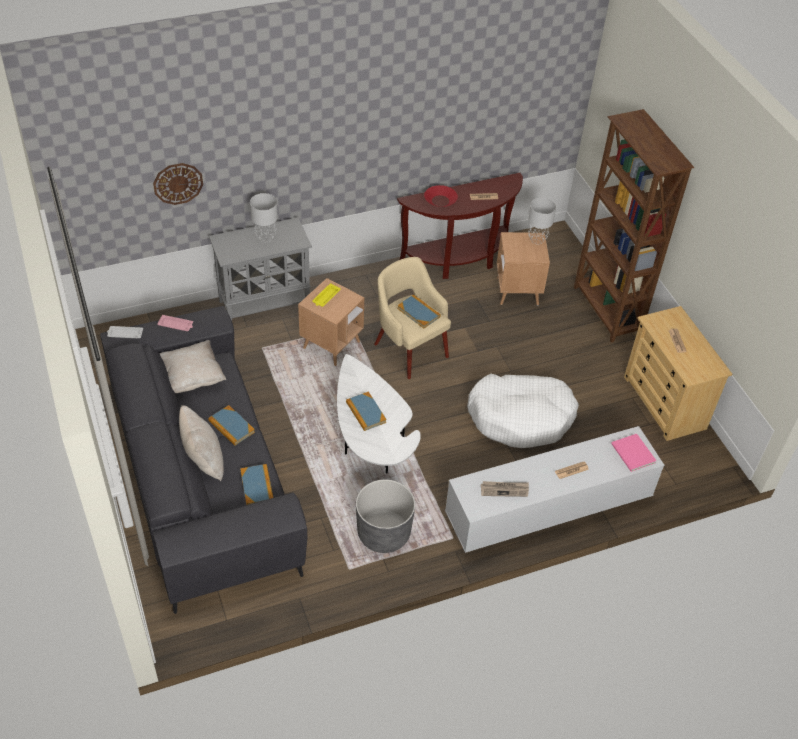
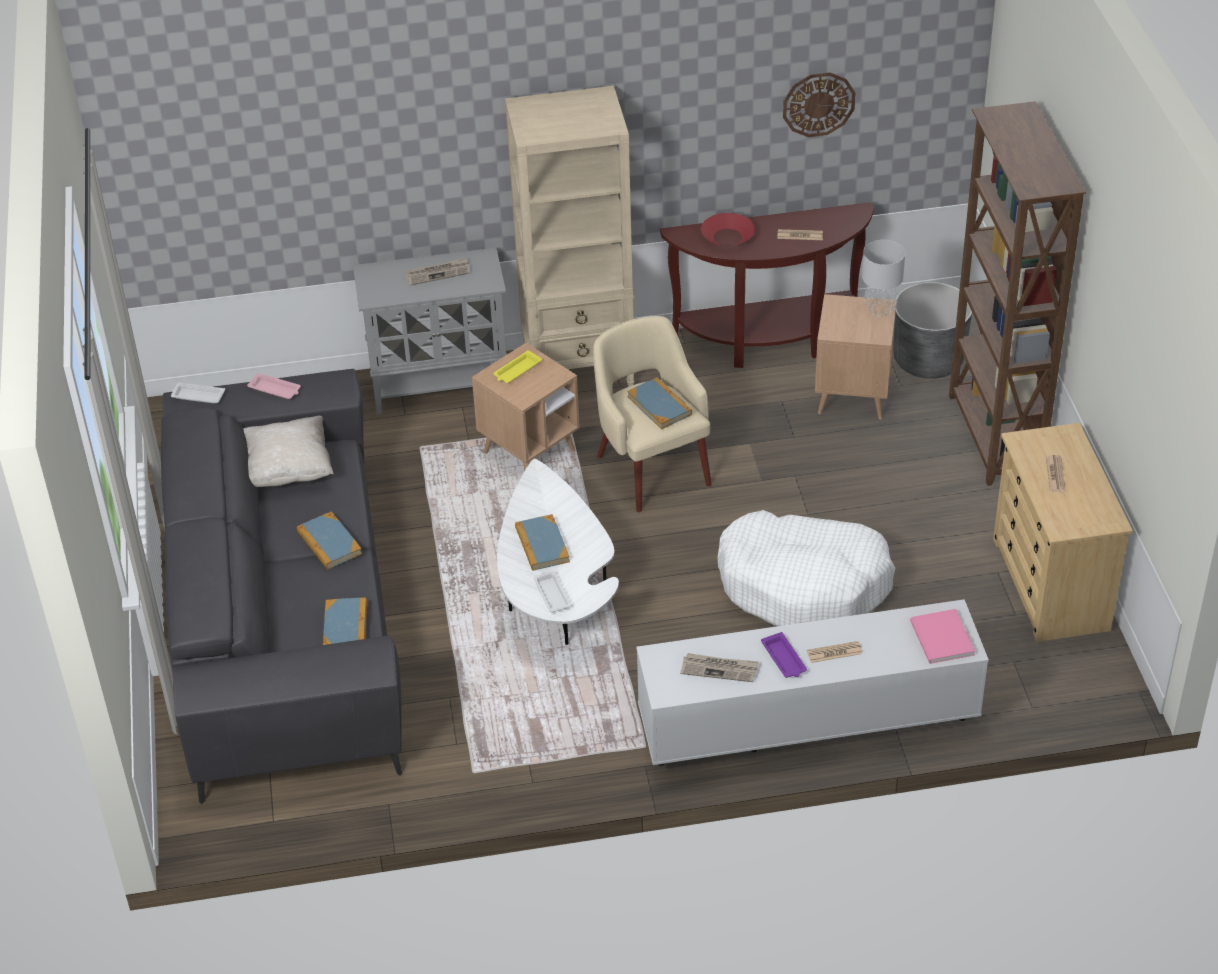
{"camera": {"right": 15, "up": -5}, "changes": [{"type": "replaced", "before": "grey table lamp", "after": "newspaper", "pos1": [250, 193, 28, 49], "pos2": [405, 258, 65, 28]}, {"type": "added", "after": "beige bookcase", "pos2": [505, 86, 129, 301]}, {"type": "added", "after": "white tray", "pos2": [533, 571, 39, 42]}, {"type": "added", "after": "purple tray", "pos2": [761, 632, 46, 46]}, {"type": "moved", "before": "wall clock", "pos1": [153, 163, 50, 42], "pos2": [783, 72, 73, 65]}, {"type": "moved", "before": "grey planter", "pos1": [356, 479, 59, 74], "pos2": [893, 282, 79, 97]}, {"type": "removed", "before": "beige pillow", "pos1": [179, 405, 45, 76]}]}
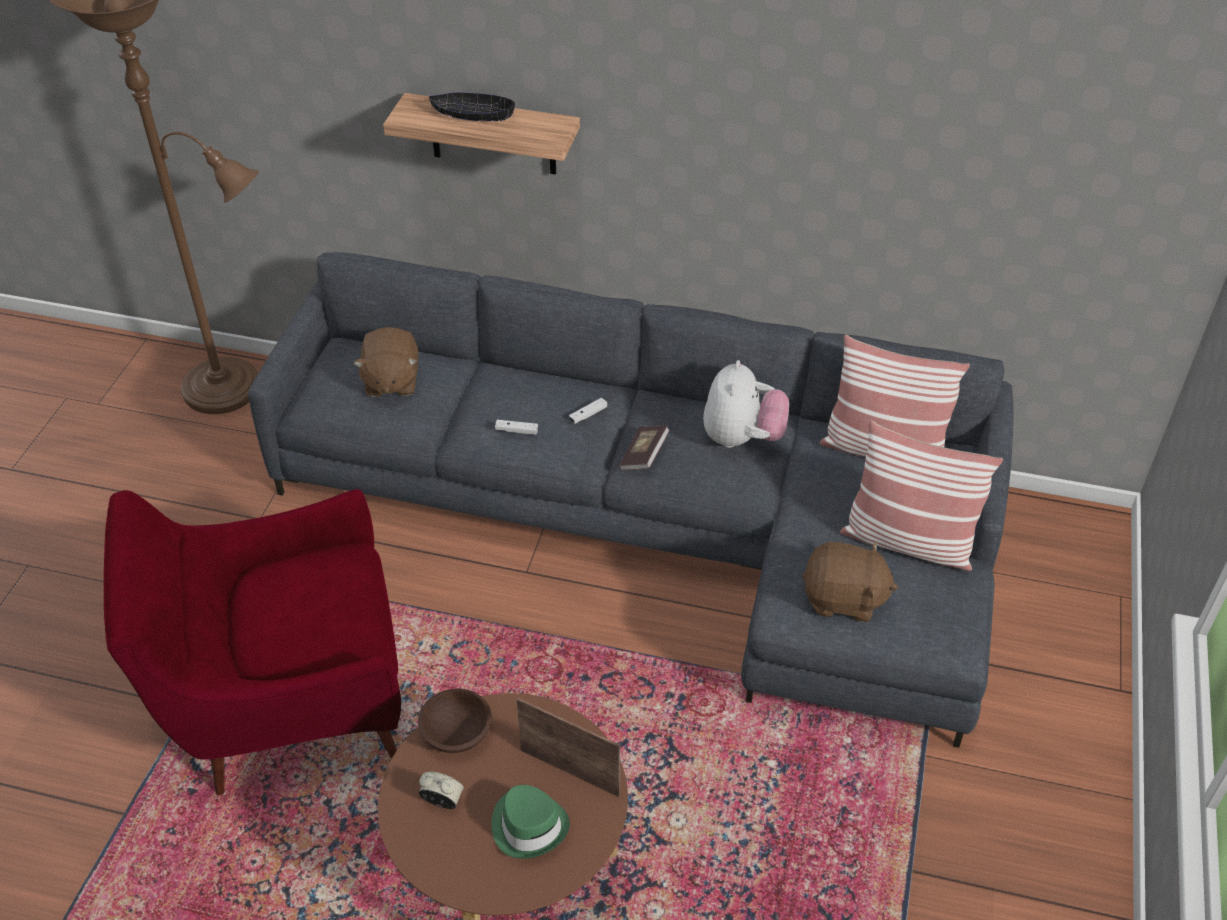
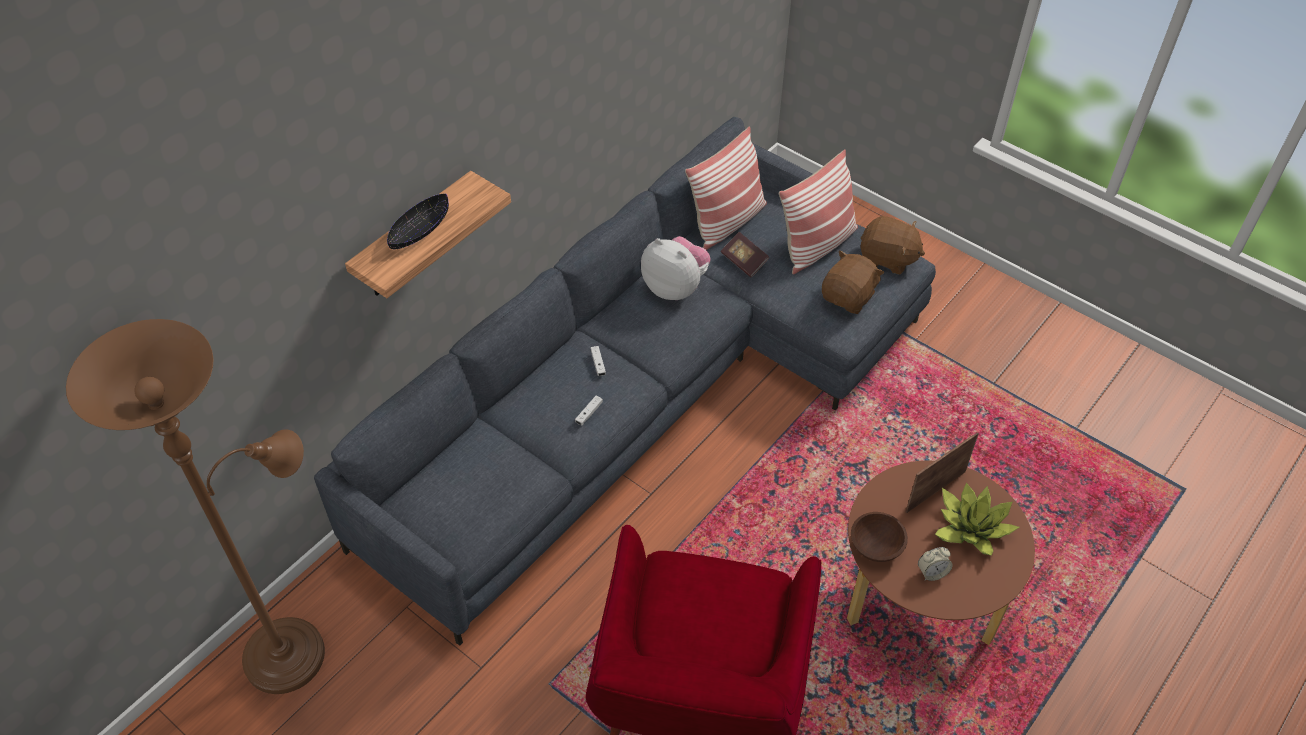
{"camera": {"right": -65, "up": 5}, "changes": [{"type": "moved", "before": "book", "pos1": [619, 425, 51, 46], "pos2": [721, 232, 48, 46]}, {"type": "moved", "before": "brown plush toy", "pos1": [353, 327, 65, 70], "pos2": [860, 216, 65, 59]}, {"type": "turned", "before": "alarm clock", "pos1": [419, 772, 45, 37], "pos2": [918, 547, 35, 34], "turn": -150}, {"type": "replaced", "before": "green hat", "after": "potted plant", "pos1": [491, 785, 79, 74], "pos2": [935, 483, 84, 73]}]}
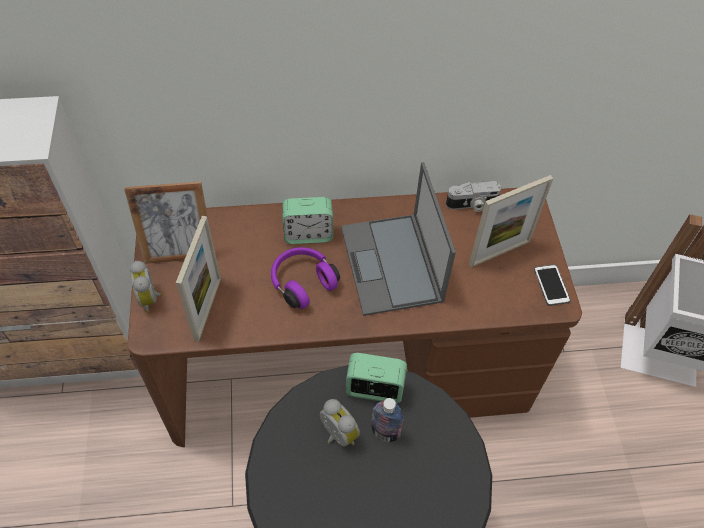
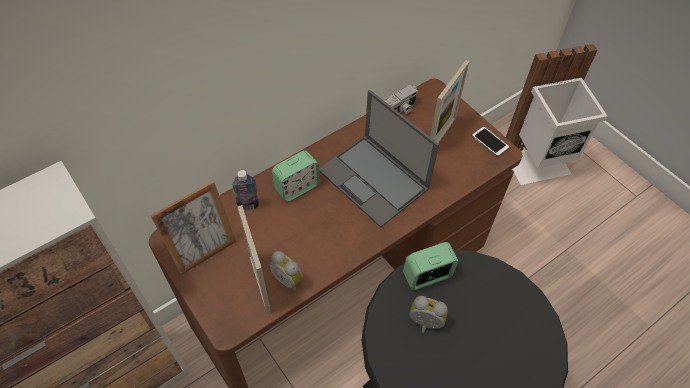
{"camera": {"right": -30, "up": 0}, "changes": [{"type": "moved", "before": "bottle", "pos1": [371, 398, 33, 44], "pos2": [232, 170, 28, 40]}, {"type": "moved", "before": "alarm clock", "pos1": [130, 261, 31, 52], "pos2": [269, 251, 34, 41]}, {"type": "removed", "before": "purple headphones", "pos1": [271, 247, 69, 62]}]}
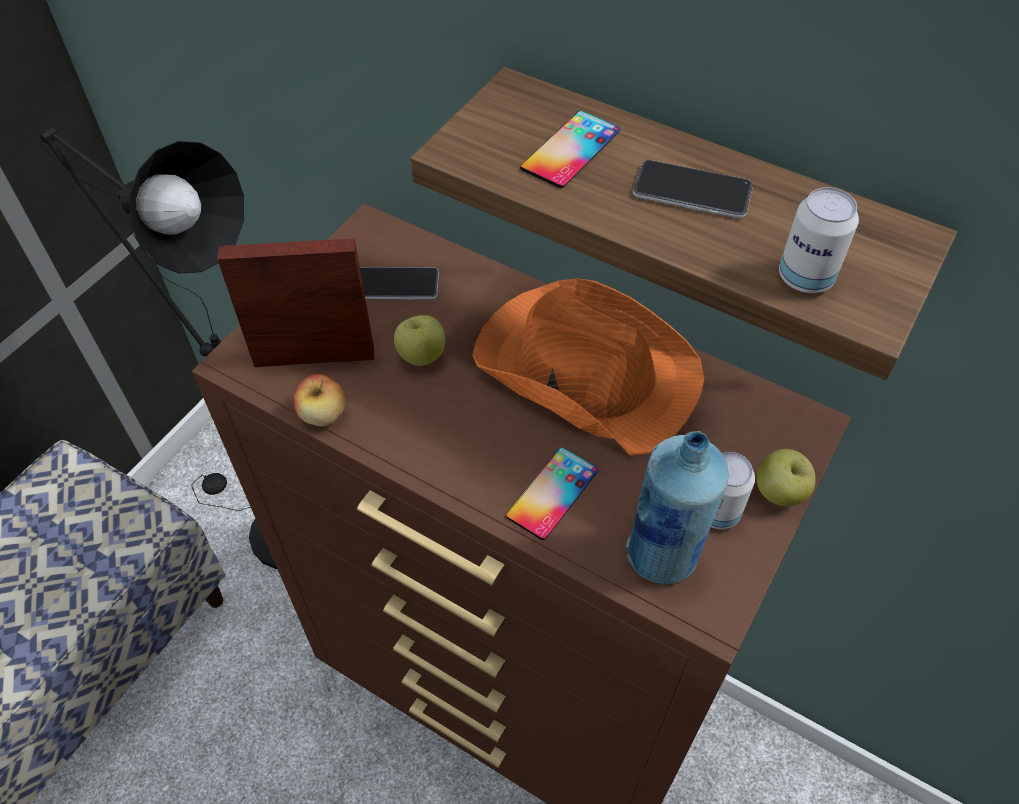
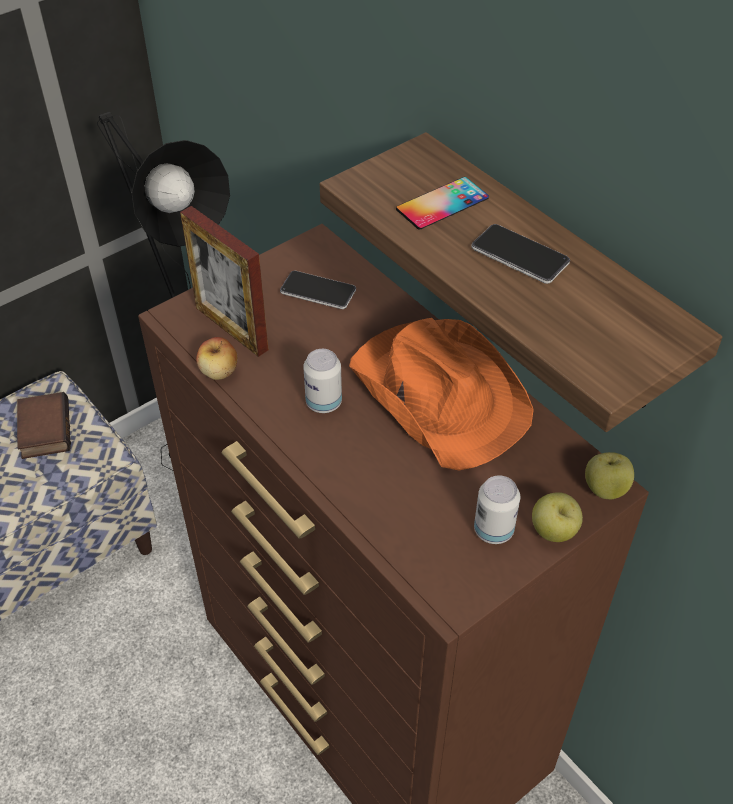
{"camera": {"right": 20, "up": -5}, "changes": [{"type": "added", "after": "book", "pos2": [17, 392, 54, 67]}, {"type": "turned", "before": "picture frame", "pos1": [217, 238, 157, 129], "pos2": [180, 206, 89, 151], "turn": -150}, {"type": "moved", "before": "can", "pos1": [779, 187, 80, 106], "pos2": [303, 349, 39, 64]}, {"type": "moved", "before": "apple", "pos1": [394, 315, 51, 51], "pos2": [585, 452, 49, 47]}, {"type": "removed", "before": "phone", "pos1": [506, 447, 92, 93]}, {"type": "removed", "before": "blue bottle", "pos1": [626, 431, 103, 153]}]}
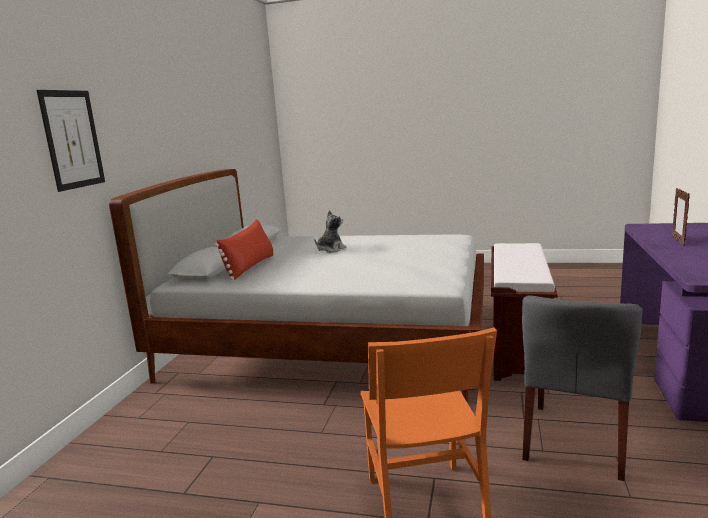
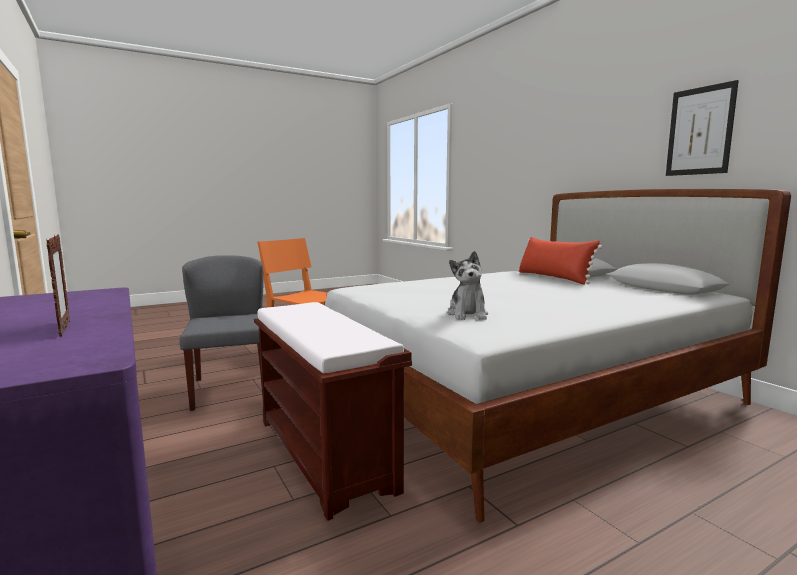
{"camera": {"right": 135, "up": -5}, "changes": [{"type": "moved", "before": "plush toy", "pos1": [314, 210, 32, 43], "pos2": [448, 251, 40, 69]}, {"type": "moved", "before": "picture", "pos1": [37, 90, 68, 102], "pos2": [666, 80, 73, 96]}]}
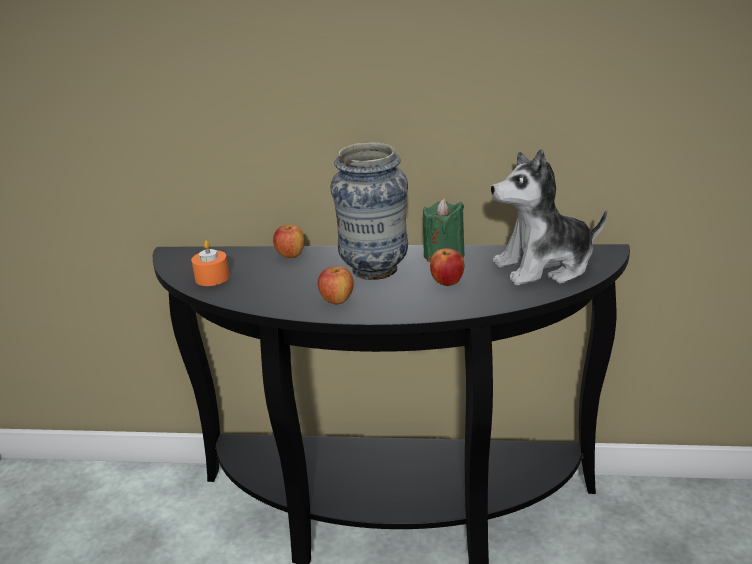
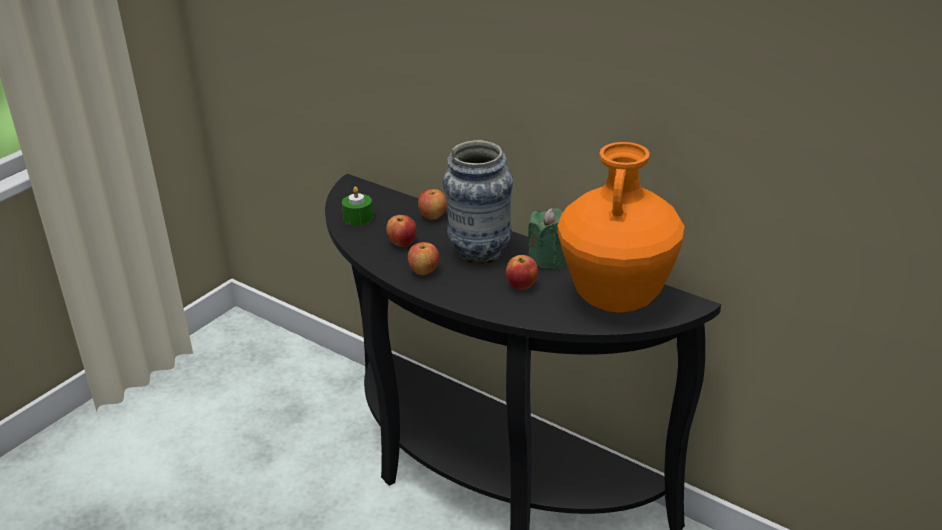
{"camera": {"right": 30, "up": 5}, "changes": [{"type": "recoloured", "before": "orange candle", "after": "green candle", "pos1": [191, 241, 39, 45], "pos2": [342, 187, 31, 39]}, {"type": "added", "after": "apple", "pos2": [386, 215, 30, 32]}, {"type": "replaced", "before": "plush toy", "after": "orange vase", "pos1": [491, 149, 116, 136], "pos2": [557, 142, 128, 171]}]}
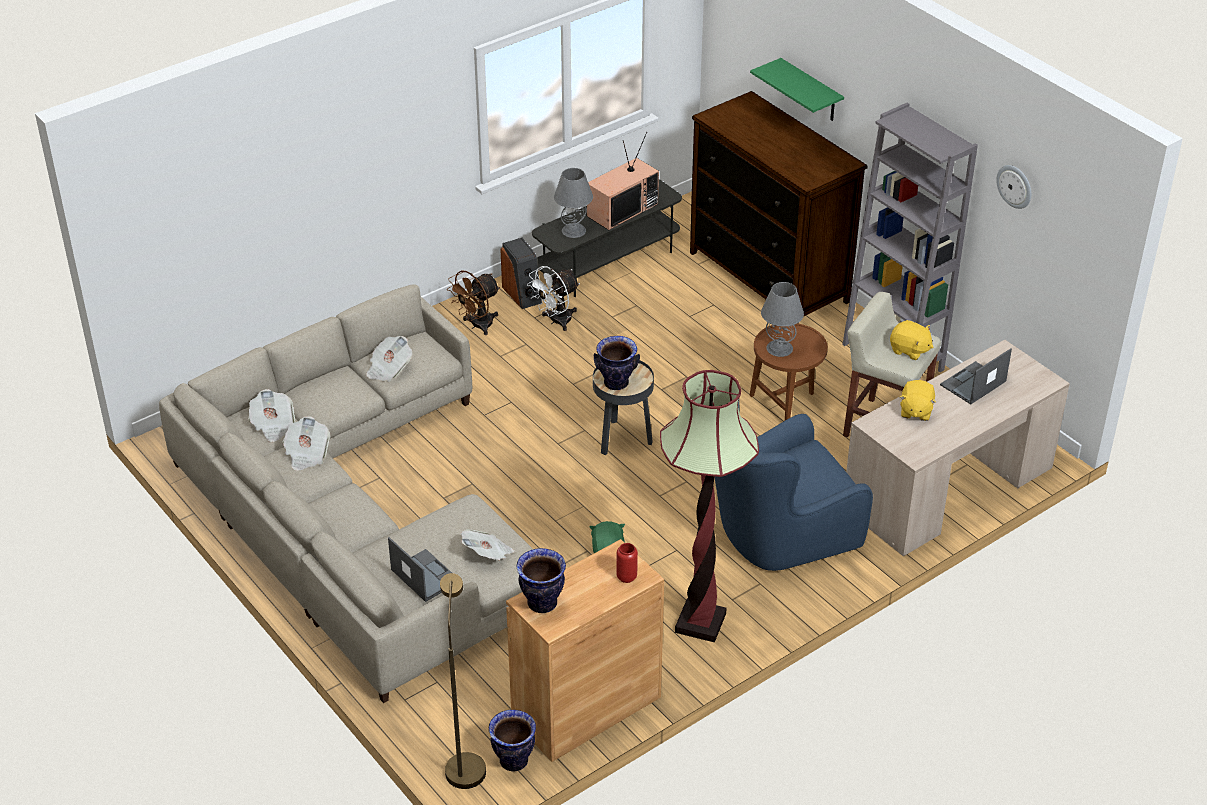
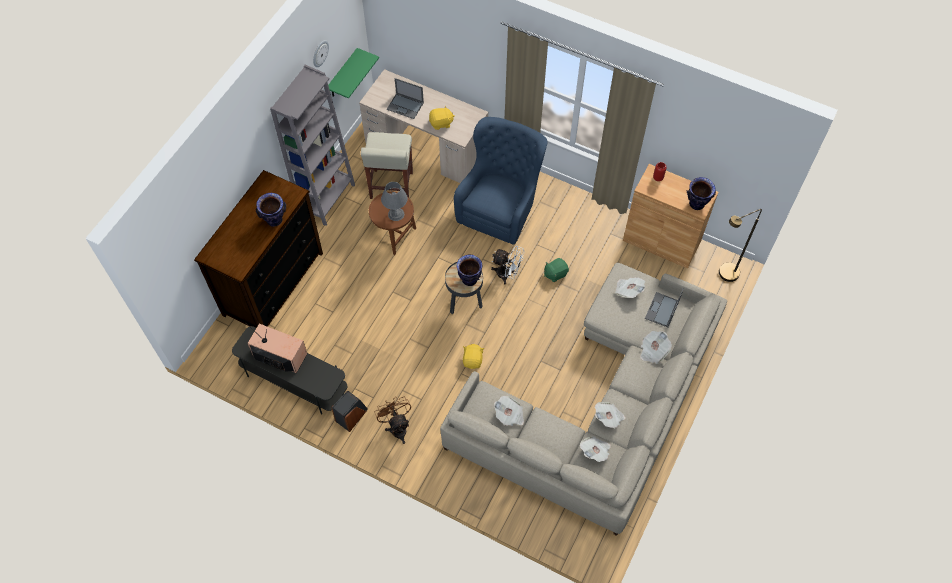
{"camera": {"right": -115, "up": 20}, "changes": [{"type": "moved", "before": "vase", "pos1": [489, 710, 47, 61], "pos2": [256, 193, 30, 34]}, {"type": "moved", "before": "green shelf", "pos1": [750, 58, 94, 63], "pos2": [328, 48, 51, 51]}, {"type": "turned", "before": "brown fan", "pos1": [447, 270, 53, 65], "pos2": [375, 397, 36, 47], "turn": -135}, {"type": "turned", "before": "blue armchair", "pos1": [715, 400, 158, 171], "pos2": [454, 117, 93, 128], "turn": -105}, {"type": "moved", "before": "yellow plush toy", "pos1": [890, 320, 43, 40], "pos2": [463, 344, 21, 25]}, {"type": "moved", "before": "white fan", "pos1": [527, 266, 53, 65], "pos2": [491, 245, 34, 39]}, {"type": "added", "after": "newspaper", "pos2": [640, 331, 32, 33]}, {"type": "removed", "before": "grey table lamp", "pos1": [554, 168, 39, 70]}, {"type": "removed", "before": "floor lamp", "pos1": [660, 370, 99, 273]}]}
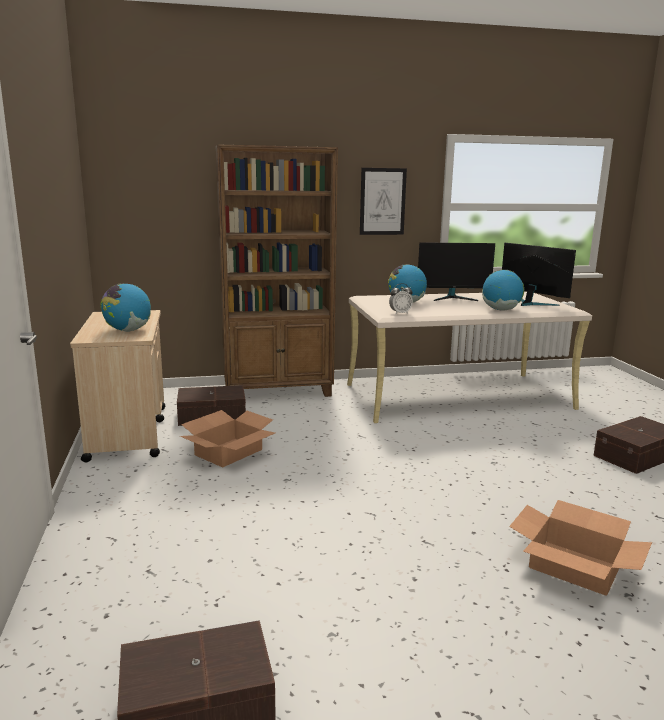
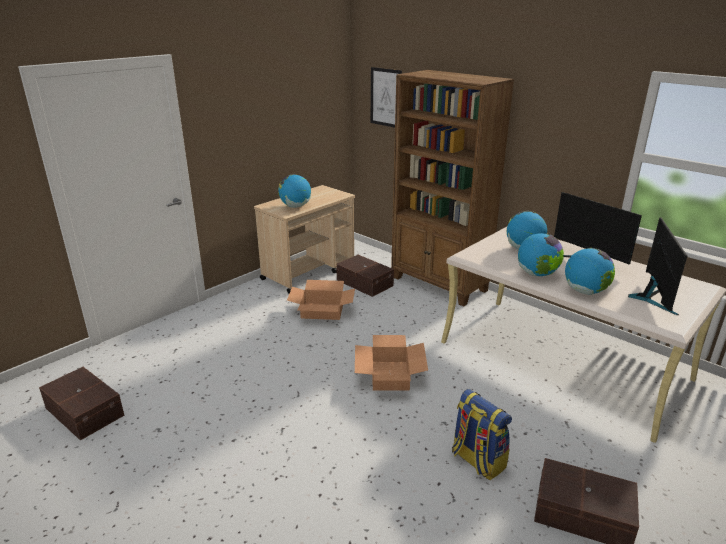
{"camera": {"right": 55, "up": 10}, "changes": [{"type": "moved", "before": "cardboard box", "pos1": [509, 500, 143, 96], "pos2": [355, 335, 73, 56]}, {"type": "moved", "before": "picture", "pos1": [360, 168, 47, 67], "pos2": [371, 67, 31, 61]}, {"type": "added", "after": "backpack", "pos2": [452, 389, 60, 91]}, {"type": "added", "after": "globe", "pos2": [518, 233, 46, 44]}, {"type": "removed", "before": "alarm clock", "pos1": [389, 283, 24, 31]}]}
